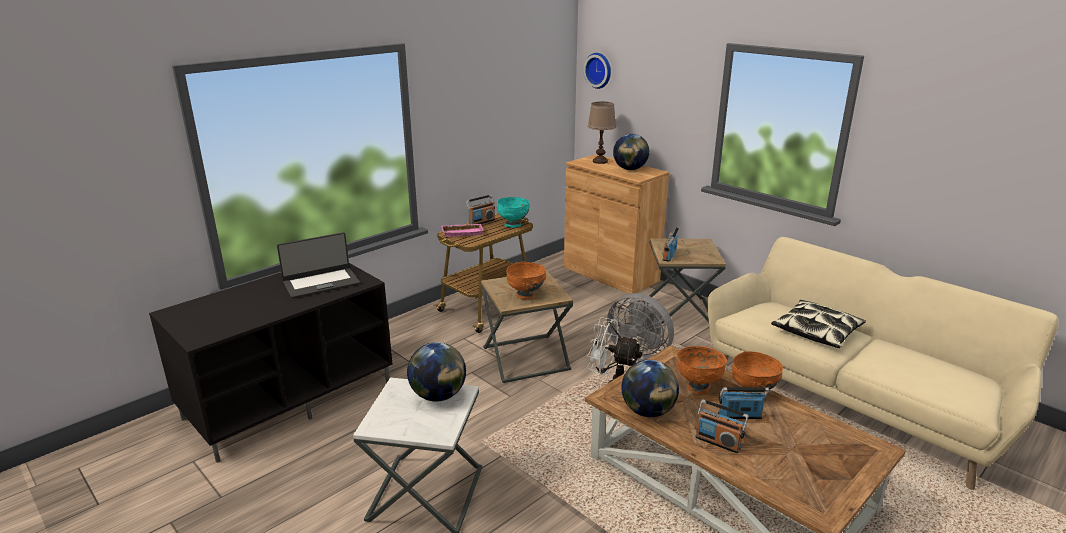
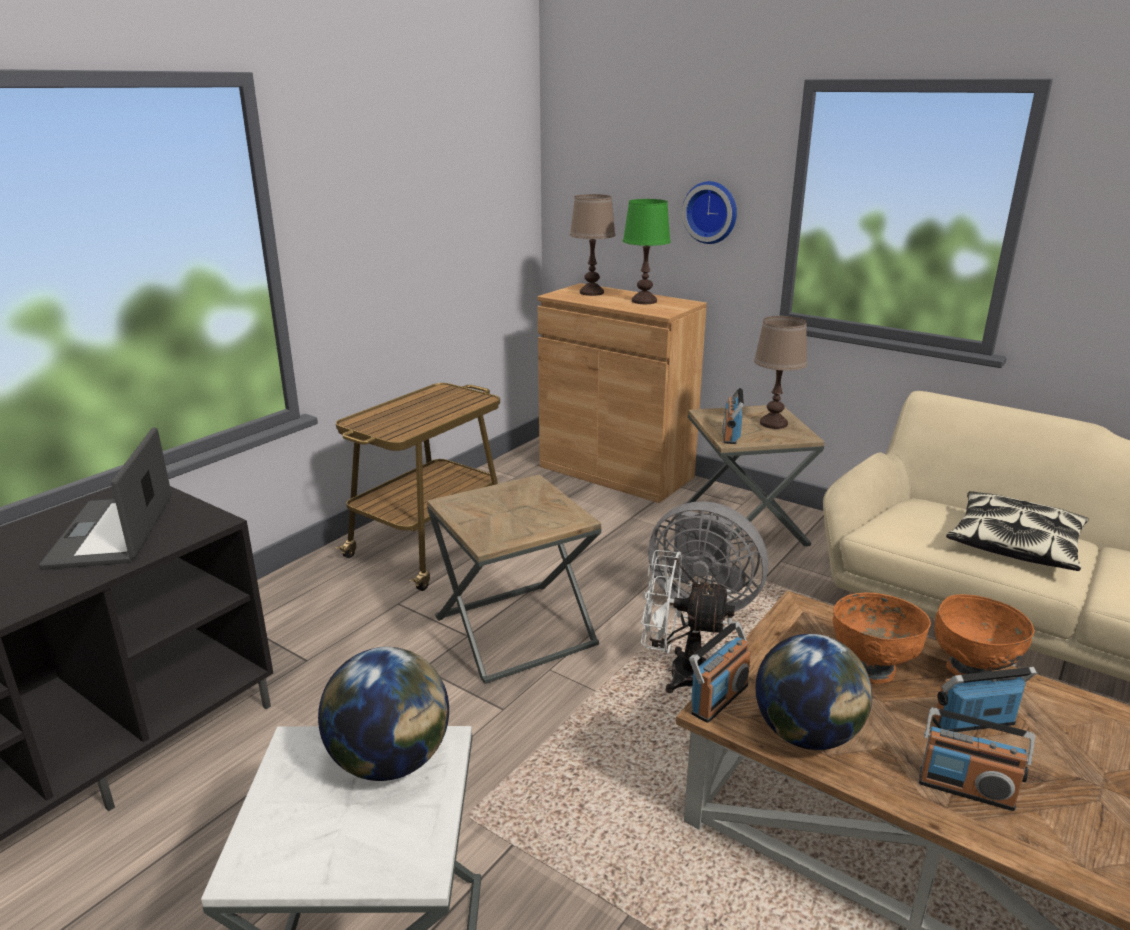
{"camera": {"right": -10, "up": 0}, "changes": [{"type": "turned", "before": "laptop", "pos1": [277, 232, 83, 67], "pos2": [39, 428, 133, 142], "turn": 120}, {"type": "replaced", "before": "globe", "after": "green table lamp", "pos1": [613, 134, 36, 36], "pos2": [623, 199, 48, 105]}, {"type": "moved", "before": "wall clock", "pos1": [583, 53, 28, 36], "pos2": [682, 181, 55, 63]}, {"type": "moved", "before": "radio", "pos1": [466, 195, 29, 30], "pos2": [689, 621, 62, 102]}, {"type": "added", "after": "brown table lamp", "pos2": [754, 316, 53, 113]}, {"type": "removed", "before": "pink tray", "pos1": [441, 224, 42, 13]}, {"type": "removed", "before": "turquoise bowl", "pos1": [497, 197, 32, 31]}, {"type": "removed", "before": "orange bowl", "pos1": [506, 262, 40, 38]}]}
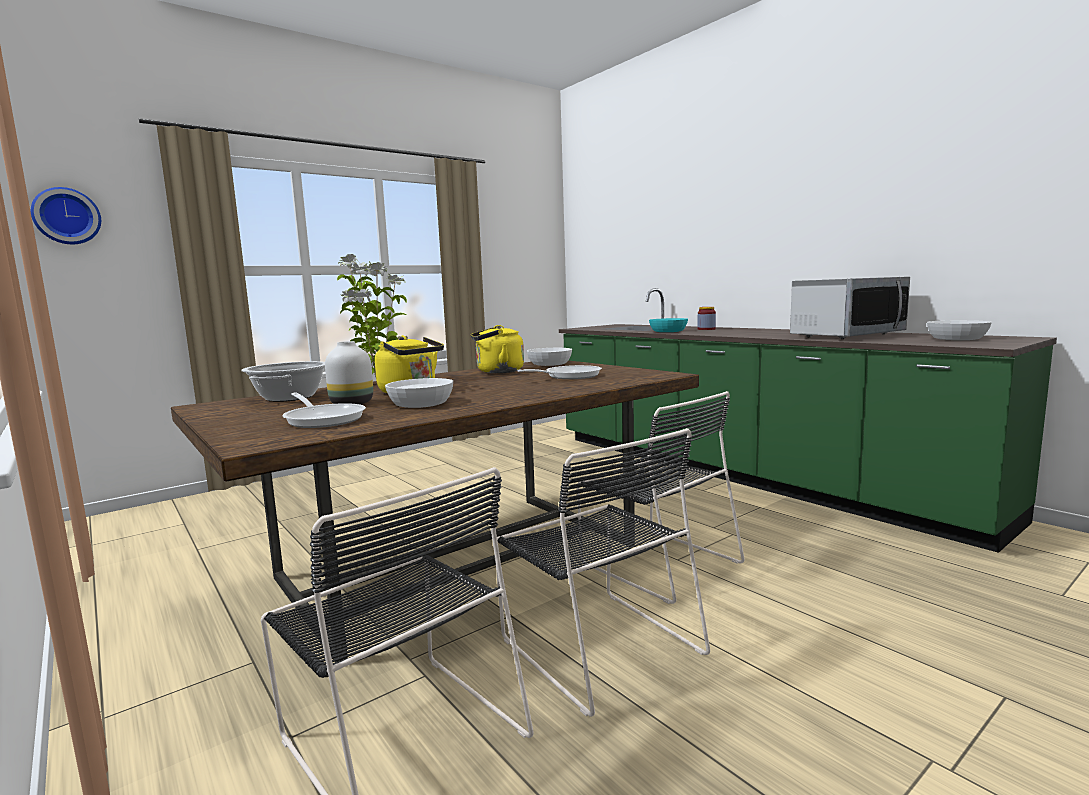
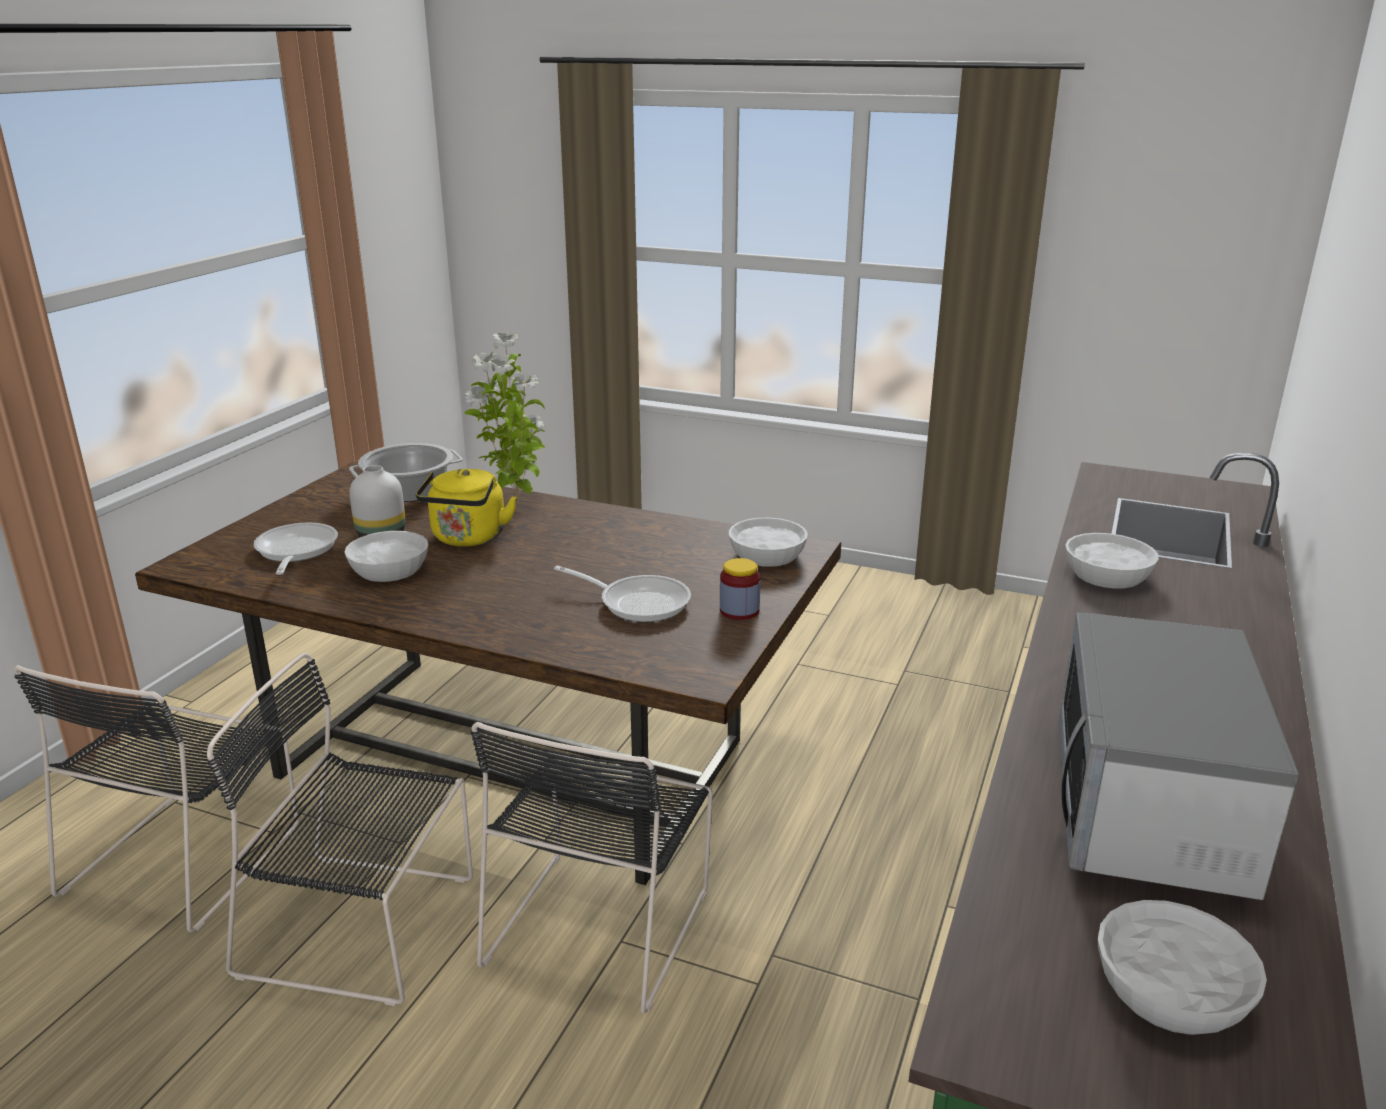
{"camera": {"right": 60, "up": 15}, "changes": [{"type": "turned", "before": "black chair", "pos1": [495, 428, 215, 289], "pos2": [207, 653, 266, 353], "turn": 75}, {"type": "turned", "before": "frying pan", "pos1": [283, 393, 83, 35], "pos2": [254, 523, 84, 52], "turn": 150}, {"type": "moved", "before": "jar", "pos1": [698, 307, 18, 23], "pos2": [720, 558, 41, 62]}, {"type": "turned", "before": "microwave", "pos1": [790, 276, 120, 63], "pos2": [1058, 612, 241, 288], "turn": 75}, {"type": "recoloured", "before": "turquoise bowl", "after": "white bowl", "pos1": [649, 318, 39, 14], "pos2": [1065, 533, 94, 56]}, {"type": "removed", "before": "wall clock", "pos1": [31, 187, 70, 57]}, {"type": "removed", "before": "yellow kettle", "pos1": [471, 325, 53, 48]}]}
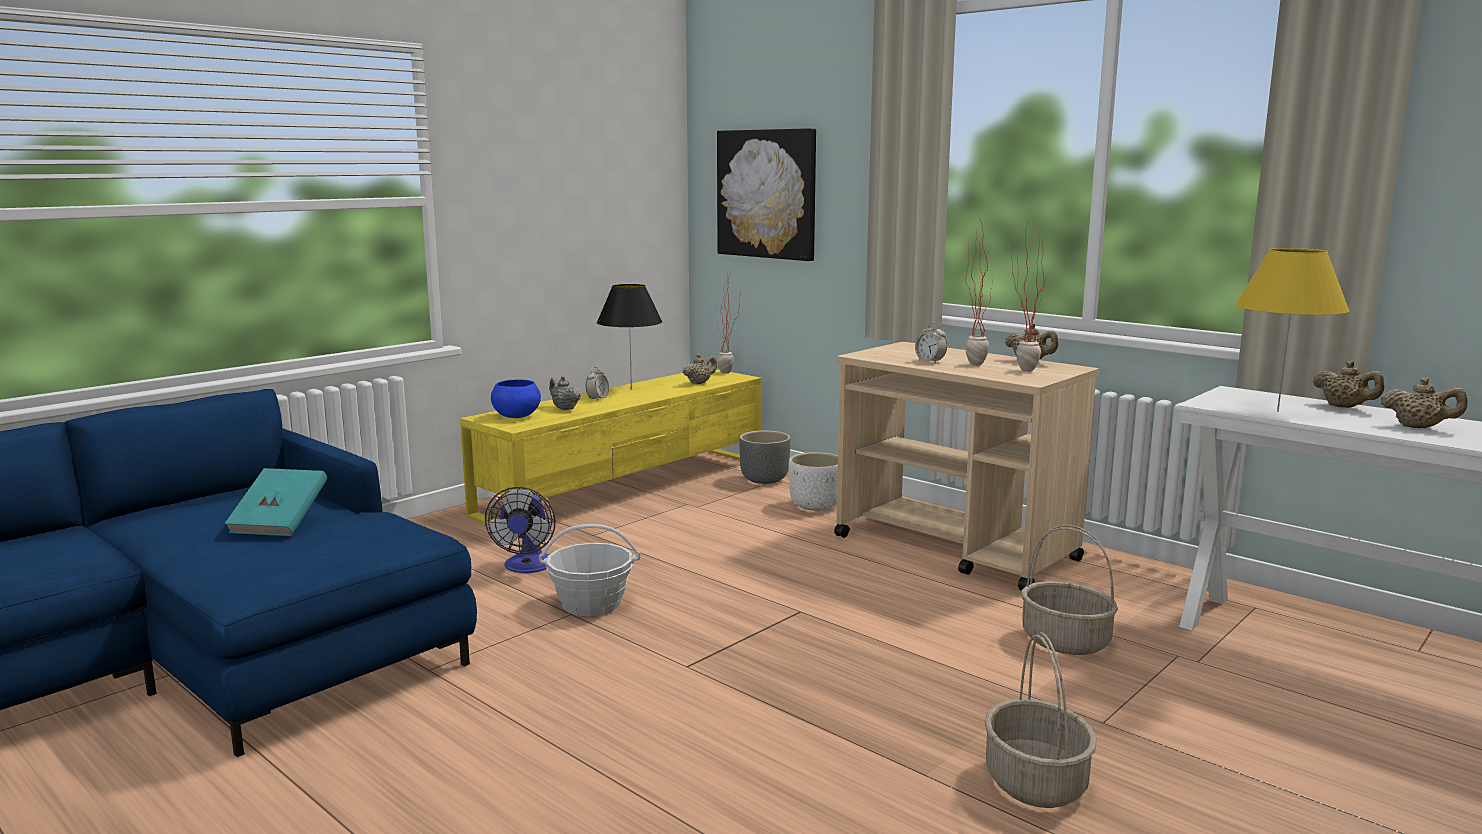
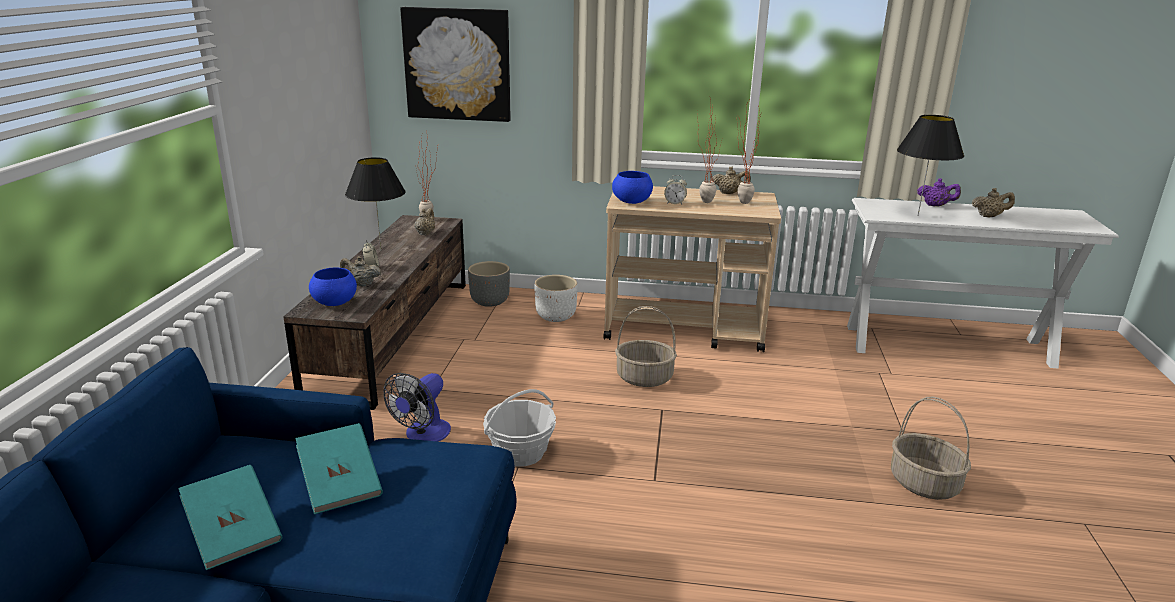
{"camera": {"right": -35, "up": 10}, "changes": [{"type": "added", "after": "turquoise book", "pos2": [178, 465, 104, 105]}, {"type": "recoloured", "before": "yellow tv stand", "after": "brown tv stand", "pos1": [460, 369, 301, 157], "pos2": [283, 215, 183, 195]}, {"type": "turned", "before": "fan", "pos1": [485, 487, 71, 86], "pos2": [384, 373, 67, 69], "turn": 60}, {"type": "added", "after": "blue bowl", "pos2": [612, 171, 41, 33]}, {"type": "moved", "before": "basket", "pos1": [1021, 525, 97, 130], "pos2": [615, 306, 62, 81]}, {"type": "recoloured", "before": "yellow table lamp", "after": "black table lamp", "pos1": [1235, 248, 115, 164], "pos2": [897, 115, 67, 100]}, {"type": "recoloured", "before": "beige teapot", "after": "purple teapot", "pos1": [1313, 361, 71, 47], "pos2": [917, 178, 44, 29]}]}
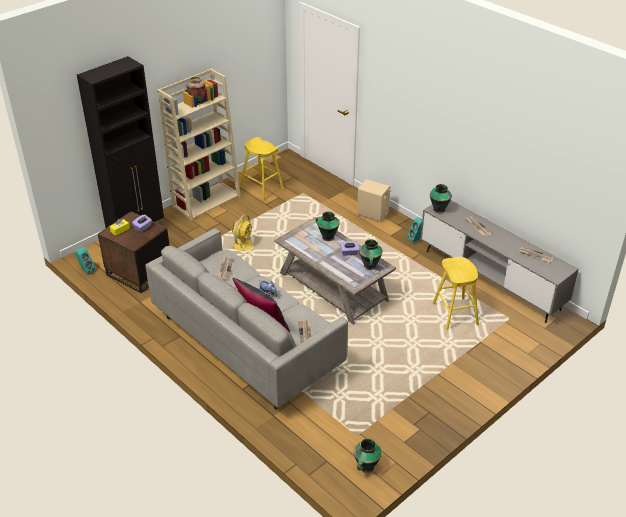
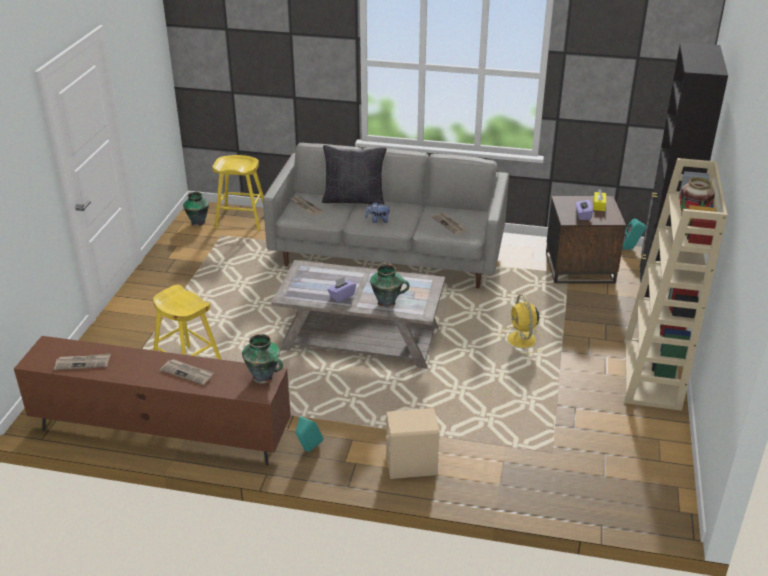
{"camera": {"right": 145, "up": -5}, "changes": [{"type": "recoloured", "before": "grey tv stand", "after": "brown tv stand", "pos1": [420, 200, 159, 123], "pos2": [14, 336, 277, 129]}, {"type": "moved", "before": "yellow stool", "pos1": [240, 137, 44, 63], "pos2": [212, 155, 52, 76]}, {"type": "removed", "before": "vase", "pos1": [359, 239, 24, 31]}]}
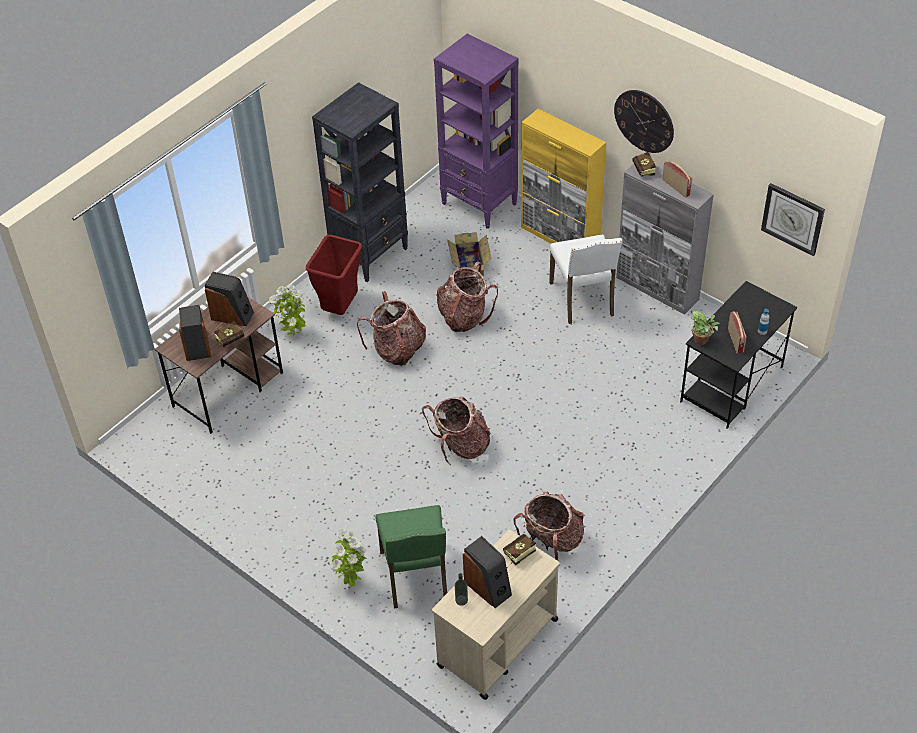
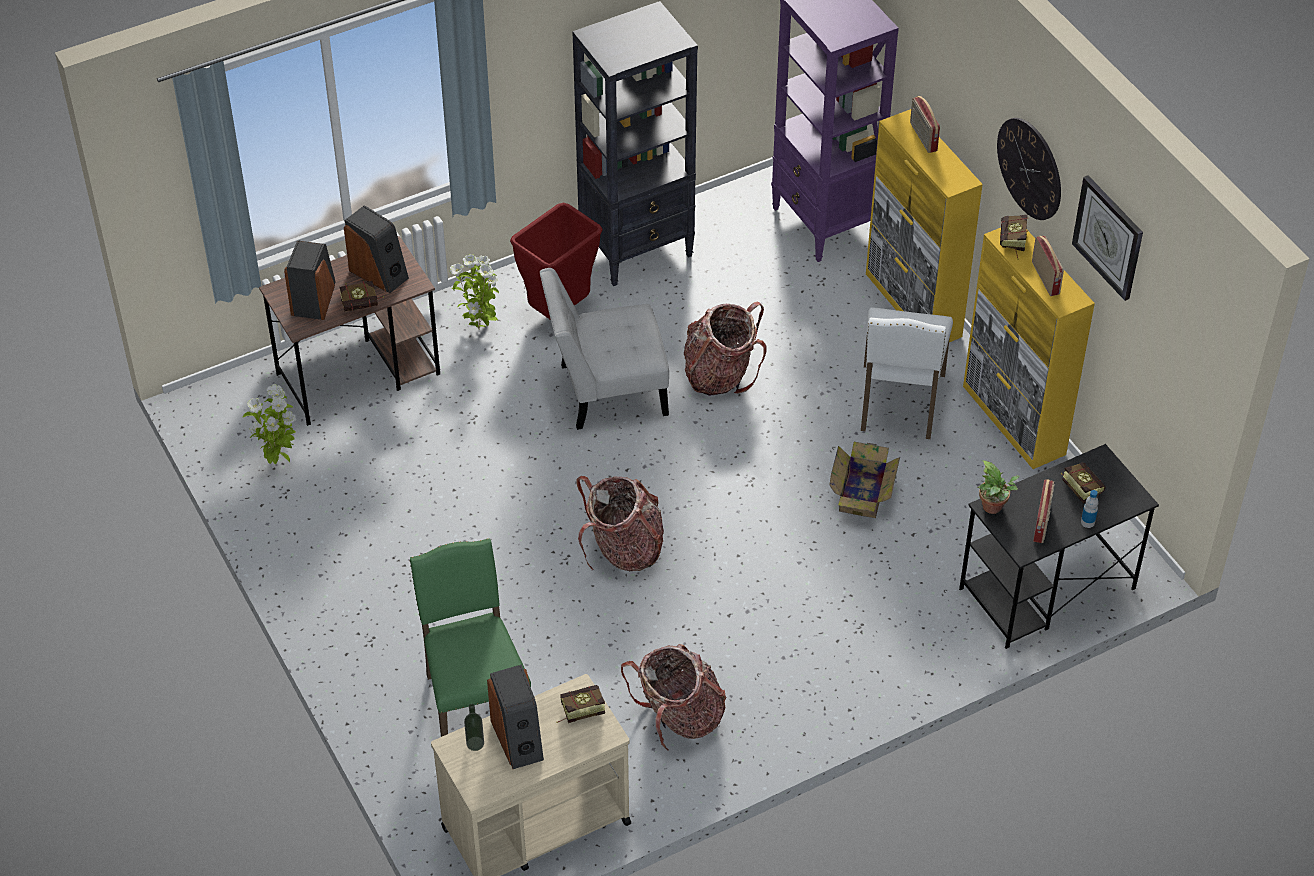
{"camera": {"right": 20, "up": 0}, "changes": [{"type": "moved", "before": "potted plant", "pos1": [330, 529, 37, 58], "pos2": [243, 384, 53, 80]}, {"type": "turned", "before": "green chair", "pos1": [375, 505, 72, 104], "pos2": [410, 538, 121, 199], "turn": 150}, {"type": "replaced", "before": "backpack", "after": "white chair", "pos1": [357, 291, 69, 75], "pos2": [540, 268, 129, 162]}, {"type": "moved", "before": "cardboard box", "pos1": [447, 232, 44, 44], "pos2": [830, 442, 70, 76]}, {"type": "added", "after": "radio", "pos2": [910, 96, 30, 57]}, {"type": "recoloured", "before": "grey cabinet", "after": "yellow cabinet", "pos1": [616, 164, 98, 151], "pos2": [963, 228, 132, 241]}, {"type": "added", "after": "book", "pos2": [1061, 462, 45, 42]}, {"type": "moved", "before": "wall clock", "pos1": [761, 183, 64, 73], "pos2": [1072, 175, 71, 126]}]}
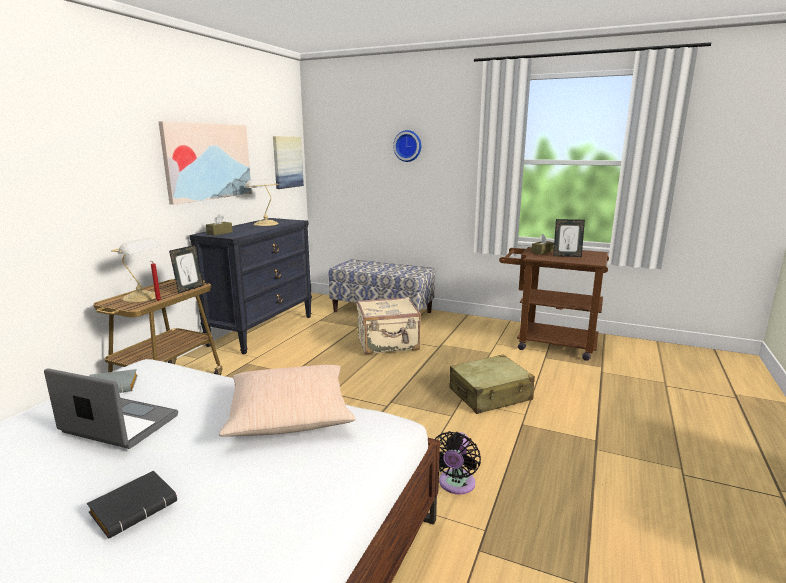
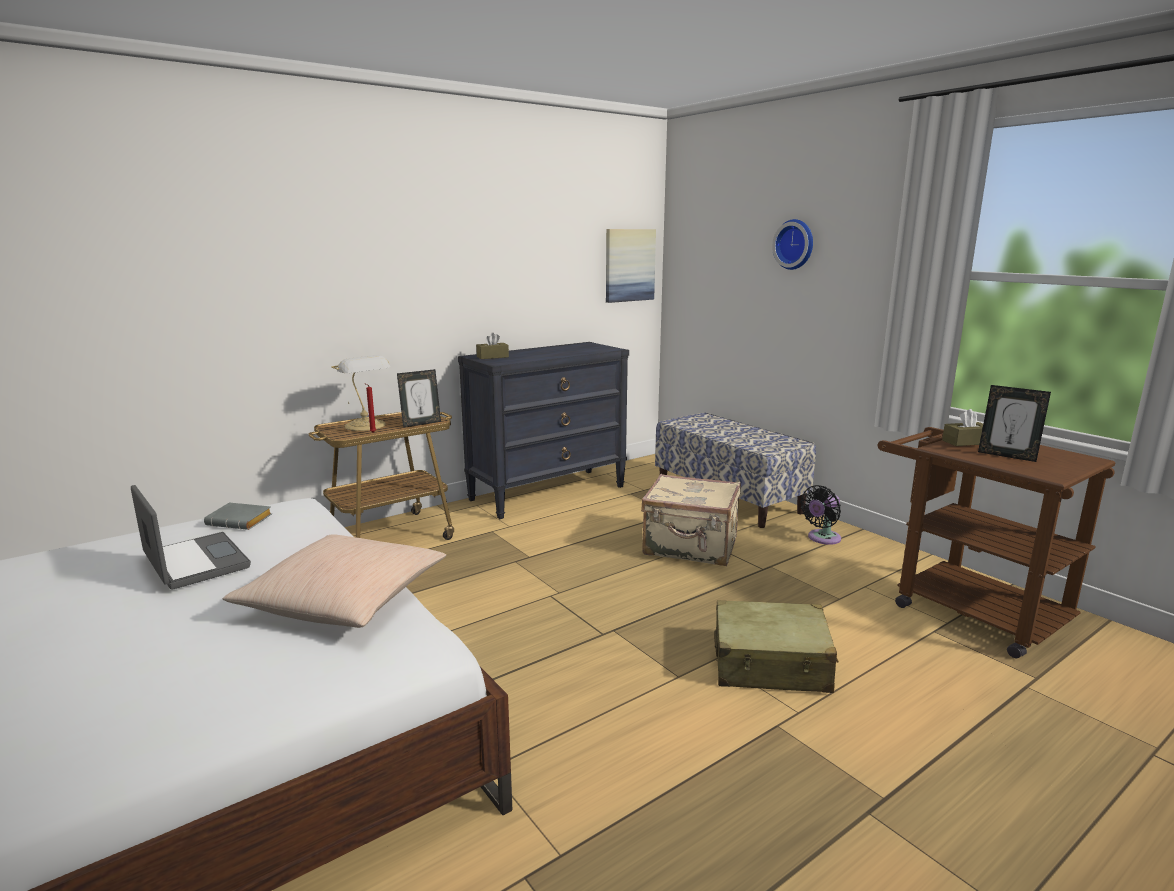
{"camera": {"right": 30, "up": 0}, "changes": [{"type": "moved", "before": "black fan", "pos1": [435, 431, 46, 64], "pos2": [800, 485, 41, 60]}, {"type": "removed", "before": "black book", "pos1": [87, 471, 90, 67]}, {"type": "removed", "before": "picture", "pos1": [159, 121, 93, 84]}, {"type": "removed", "before": "table lamp", "pos1": [244, 179, 35, 47]}]}
